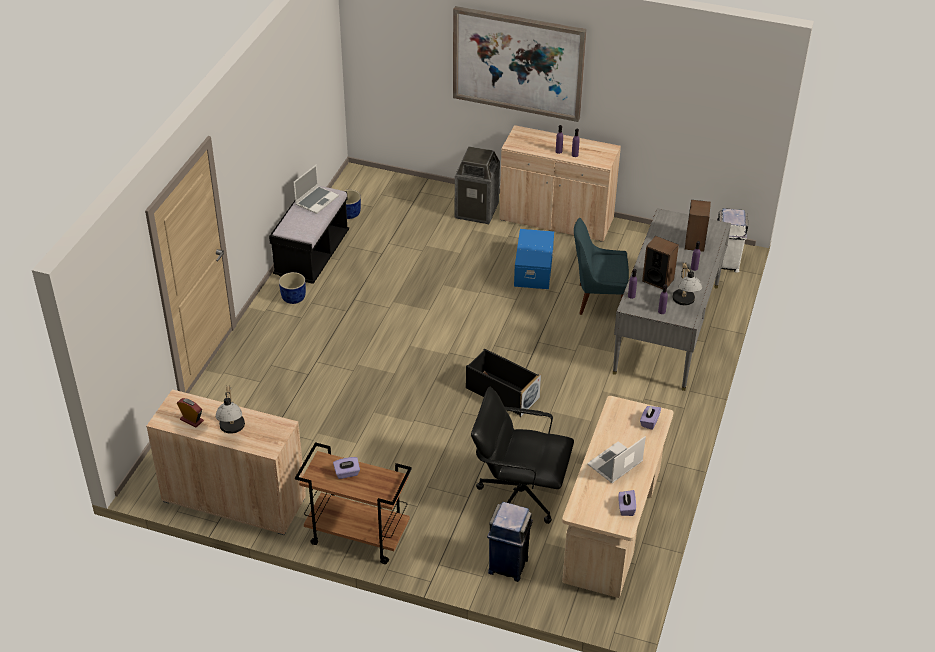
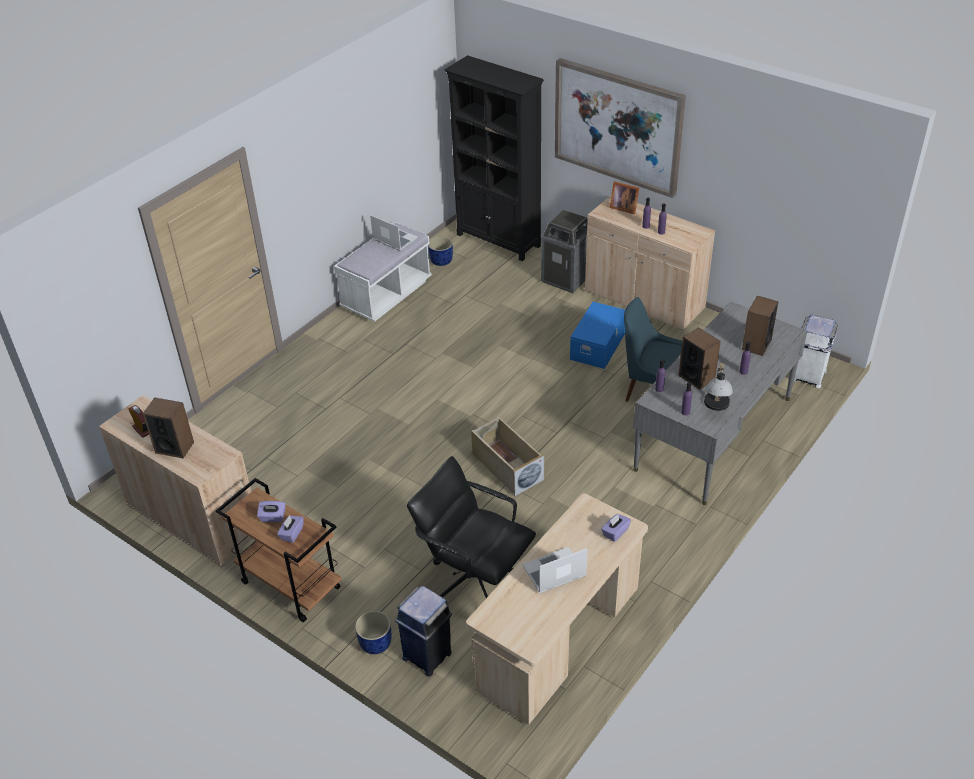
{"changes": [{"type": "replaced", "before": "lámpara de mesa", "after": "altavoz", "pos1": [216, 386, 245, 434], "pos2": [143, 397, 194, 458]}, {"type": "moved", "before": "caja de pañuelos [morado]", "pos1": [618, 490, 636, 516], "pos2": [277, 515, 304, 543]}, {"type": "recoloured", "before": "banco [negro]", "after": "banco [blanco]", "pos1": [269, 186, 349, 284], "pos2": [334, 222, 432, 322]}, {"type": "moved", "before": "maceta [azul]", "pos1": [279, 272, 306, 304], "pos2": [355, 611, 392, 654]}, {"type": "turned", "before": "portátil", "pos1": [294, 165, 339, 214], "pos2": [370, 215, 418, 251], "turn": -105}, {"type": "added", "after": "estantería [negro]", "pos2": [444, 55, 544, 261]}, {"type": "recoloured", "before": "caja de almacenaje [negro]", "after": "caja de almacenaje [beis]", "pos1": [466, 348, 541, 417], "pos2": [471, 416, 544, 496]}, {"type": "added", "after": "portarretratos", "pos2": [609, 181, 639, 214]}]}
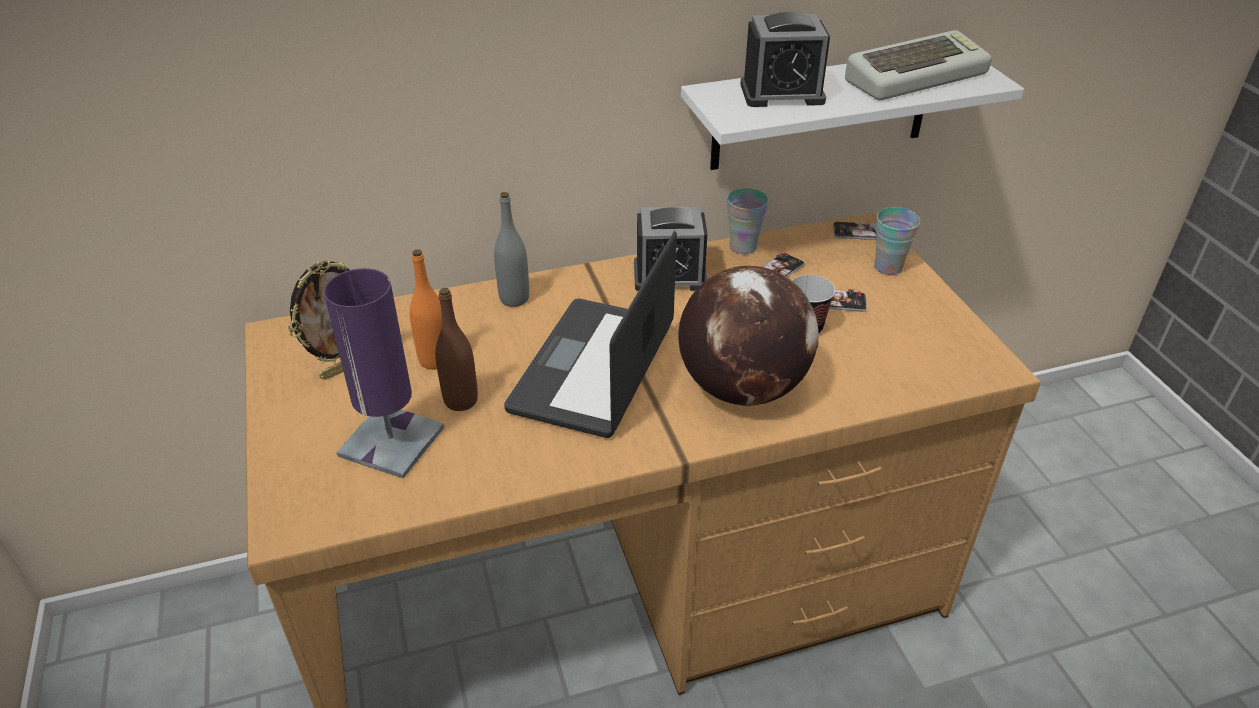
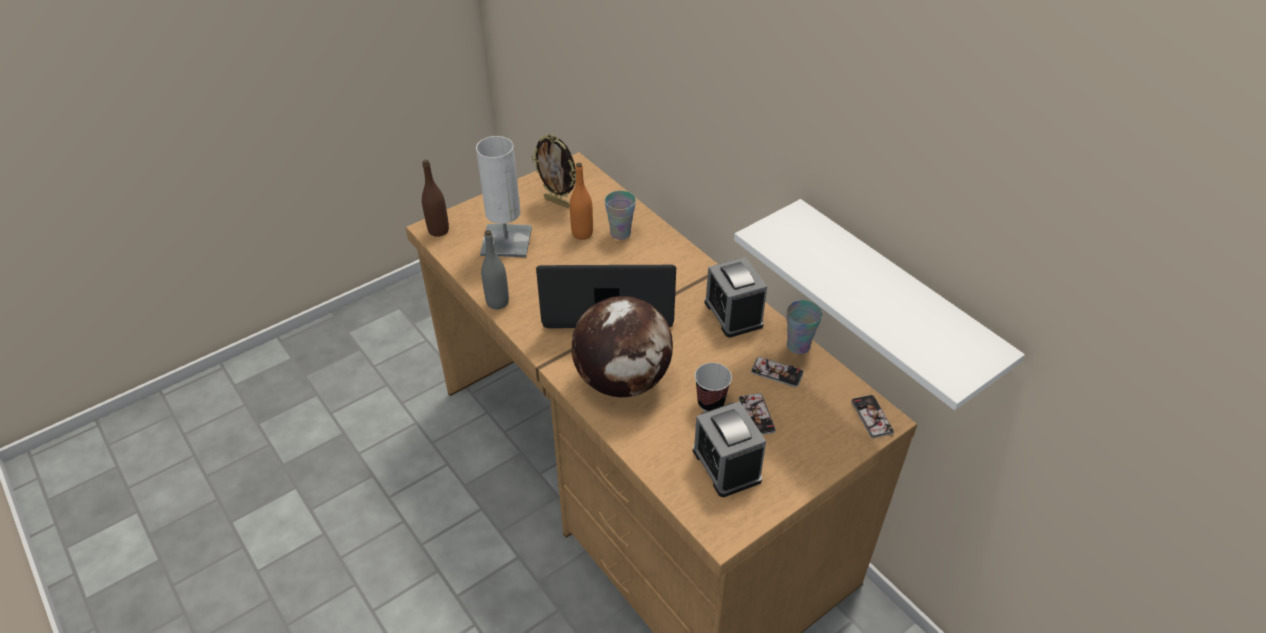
{"changes": [{"type": "moved", "before": "botella [marrón]", "pos1": [435, 288, 478, 411], "pos2": [422, 160, 449, 237]}, {"type": "recoloured", "before": "lámpara de mesa [morado]", "after": "lámpara de mesa [blanco]", "pos1": [324, 268, 444, 478], "pos2": [476, 136, 532, 257]}, {"type": "moved", "before": "botella [gris]", "pos1": [494, 192, 529, 307], "pos2": [481, 230, 509, 309]}, {"type": "moved", "before": "taza", "pos1": [874, 207, 920, 275], "pos2": [605, 191, 636, 240]}, {"type": "moved", "before": "despertador", "pos1": [740, 12, 830, 107], "pos2": [693, 401, 766, 497]}, {"type": "removed", "before": "teclado", "pos1": [845, 30, 992, 100]}]}
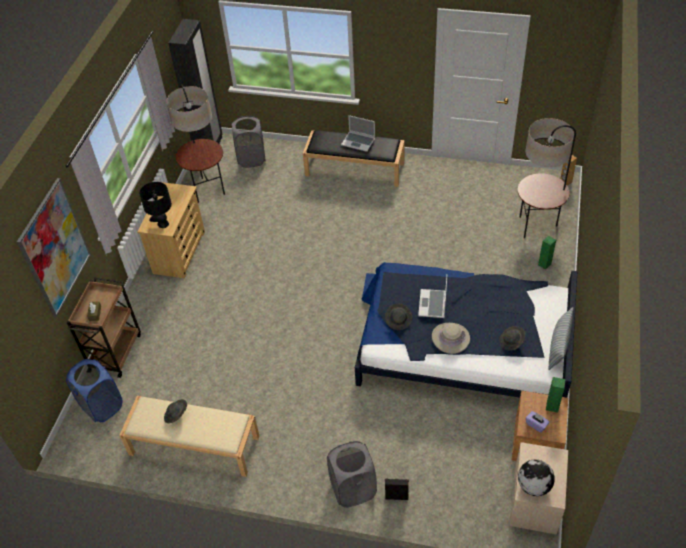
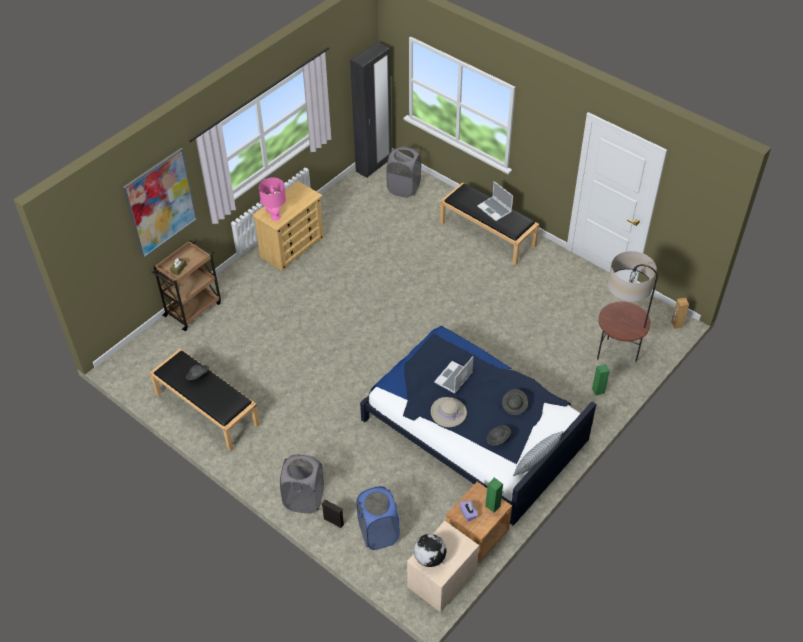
{"changes": [{"type": "recoloured", "before": "banco [beis]", "after": "banco [negro]", "pos1": [119, 396, 259, 477], "pos2": [150, 349, 260, 451]}, {"type": "recoloured", "before": "lámpara de mesa [negro]", "after": "lámpara de mesa [rosa]", "pos1": [139, 182, 172, 228], "pos2": [259, 177, 286, 221]}, {"type": "moved", "before": "cesto de la ropa [azul]", "pos1": [66, 359, 123, 422], "pos2": [356, 486, 399, 550]}, {"type": "moved", "before": "sombrero [gris]", "pos1": [385, 303, 412, 330], "pos2": [502, 389, 528, 415]}, {"type": "removed", "before": "lámpara de pie", "pos1": [166, 84, 225, 203]}]}
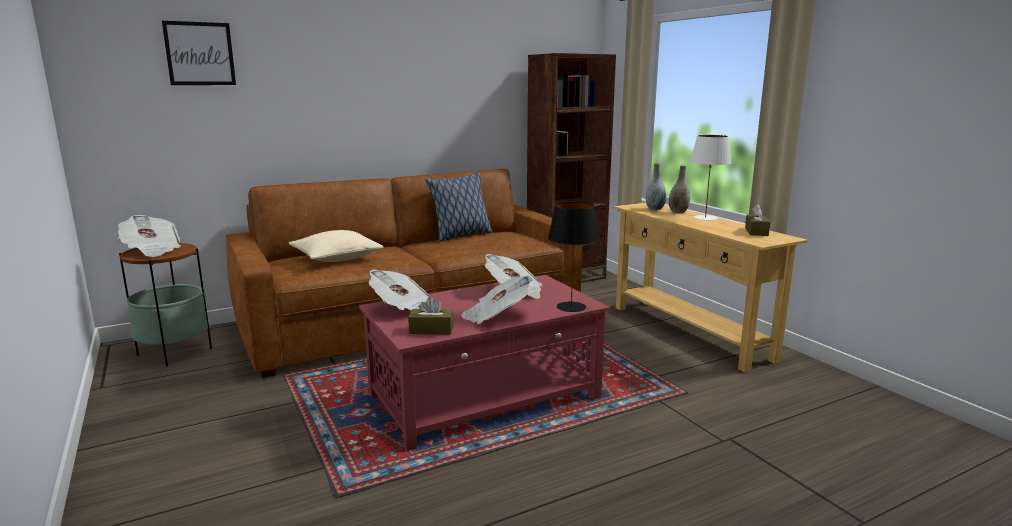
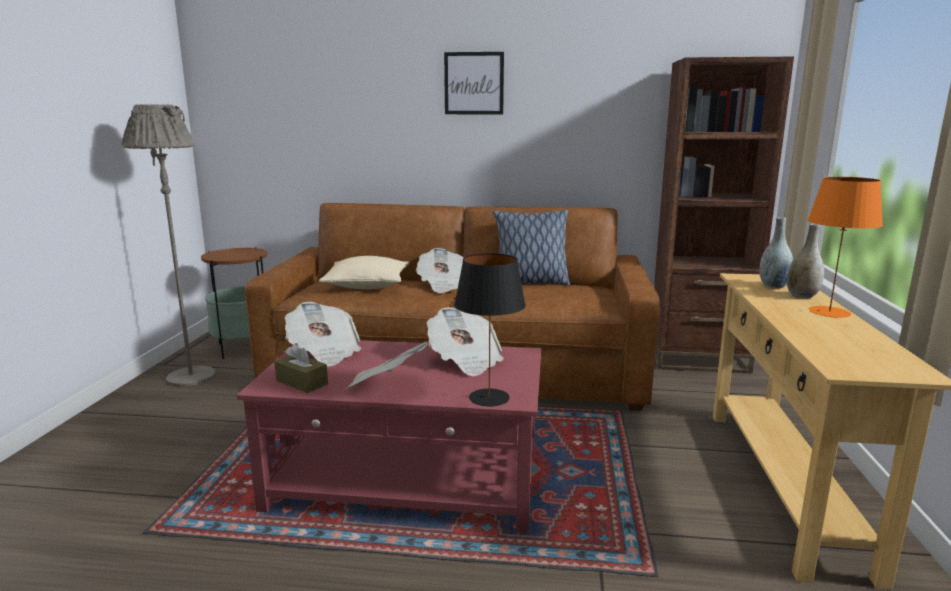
{"changes": [{"type": "added", "after": "lámpara de pie [gris]", "pos2": [122, 104, 215, 386]}, {"type": "moved", "before": "periódico", "pos1": [118, 215, 181, 257], "pos2": [416, 248, 464, 293]}, {"type": "moved", "before": "cuadro", "pos1": [162, 21, 236, 85], "pos2": [444, 52, 504, 114]}, {"type": "recoloured", "before": "lámpara de mesa [blanco]", "after": "lámpara de mesa [naranja]", "pos1": [690, 135, 731, 220], "pos2": [808, 177, 883, 318]}, {"type": "removed", "before": "caja de pañuelos [marrón]", "pos1": [745, 204, 770, 236]}]}
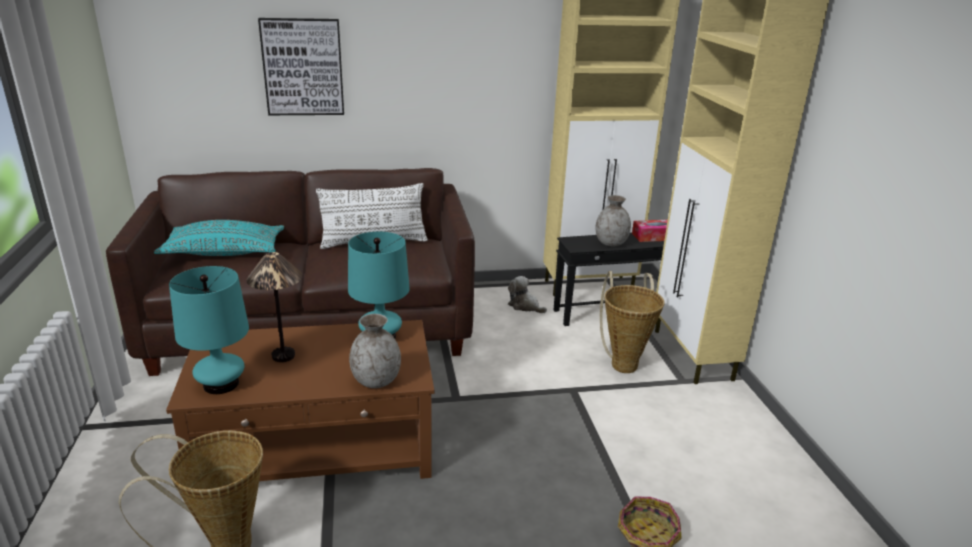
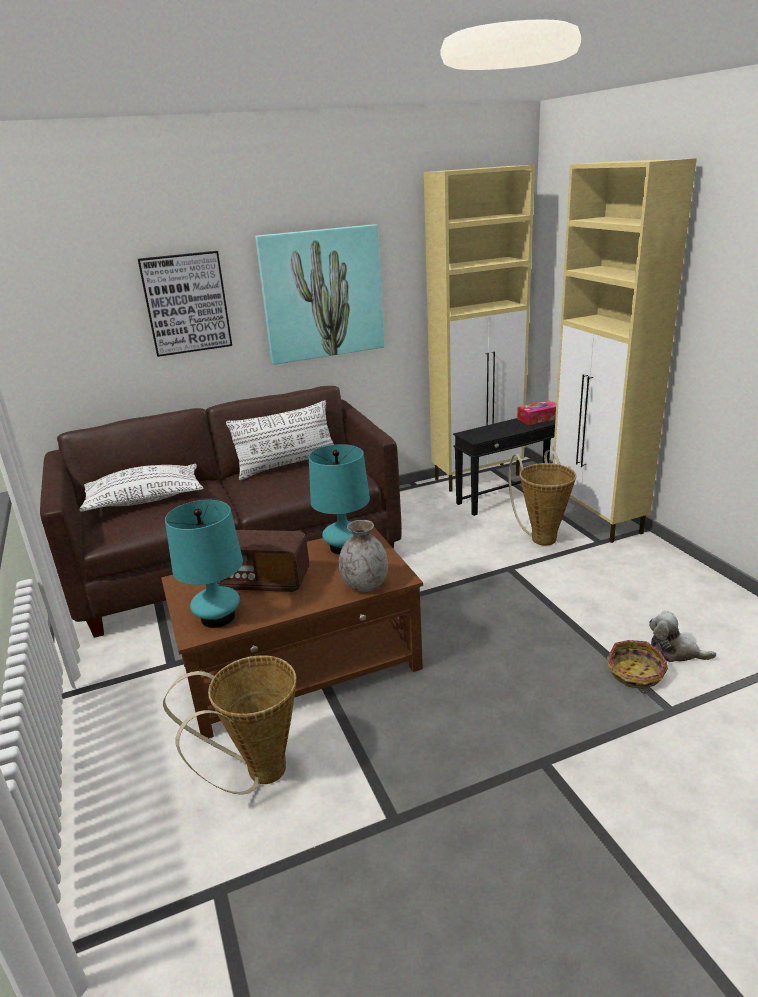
{"changes": [{"type": "recoloured", "before": "cojín [turquesa]", "after": "cojín [blanco]", "pos1": [154, 220, 284, 256], "pos2": [80, 464, 203, 512]}, {"type": "replaced", "before": "lámpara de mesa", "after": "radio", "pos1": [246, 252, 303, 362], "pos2": [217, 530, 309, 592]}, {"type": "added", "after": "cuadro", "pos2": [255, 224, 384, 365]}, {"type": "moved", "before": "peluche", "pos1": [508, 276, 547, 313], "pos2": [649, 611, 716, 662]}, {"type": "removed", "before": "florero [gris]", "pos1": [595, 195, 631, 246]}]}
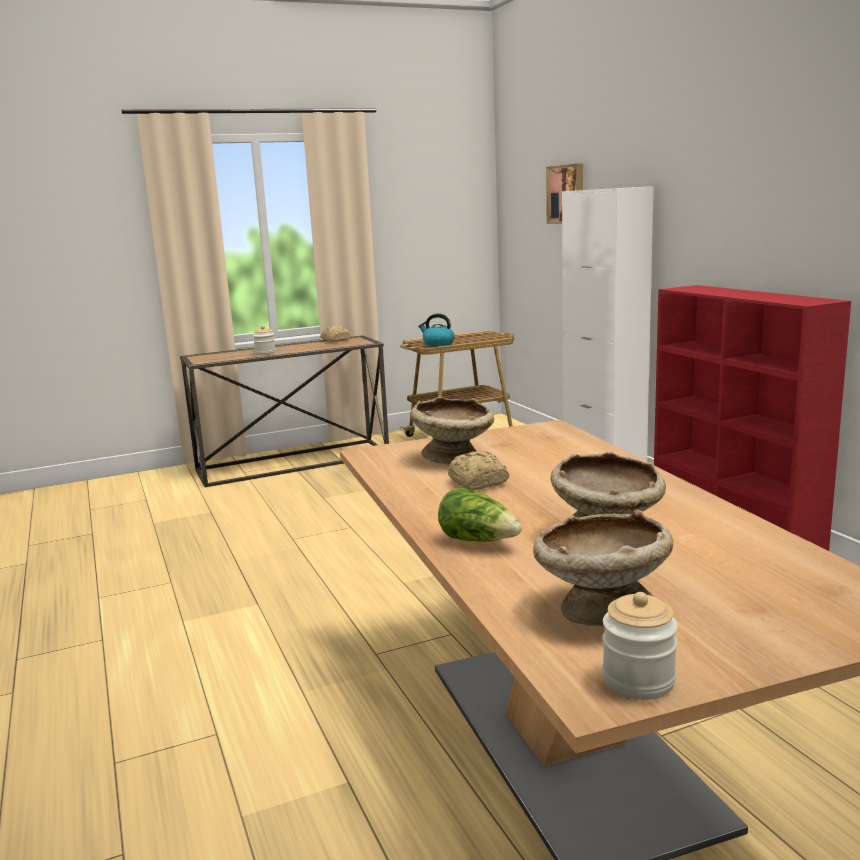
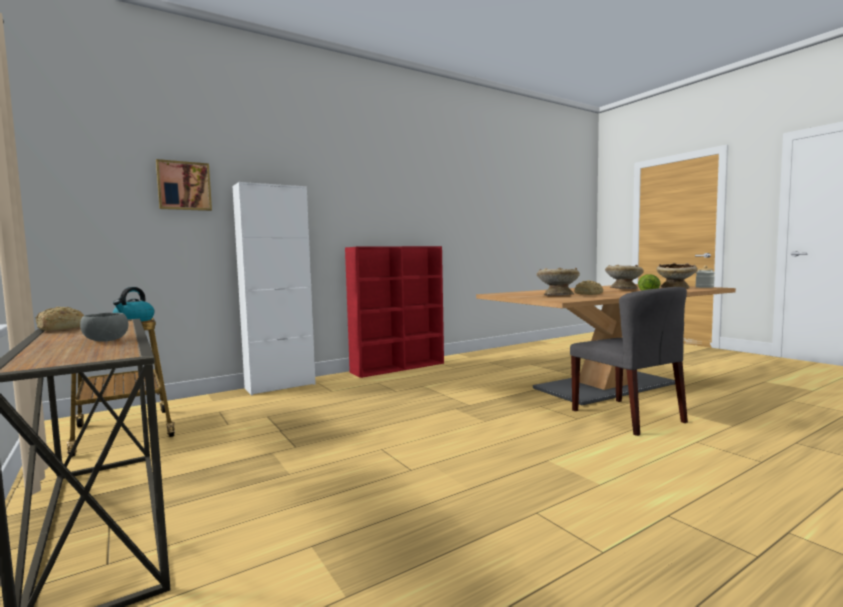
{"changes": [{"type": "replaced", "before": "tarro", "after": "cuenco [gris]", "pos1": [253, 325, 276, 355], "pos2": [80, 313, 128, 342]}, {"type": "added", "after": "silla [gris]", "pos2": [570, 287, 688, 436]}]}
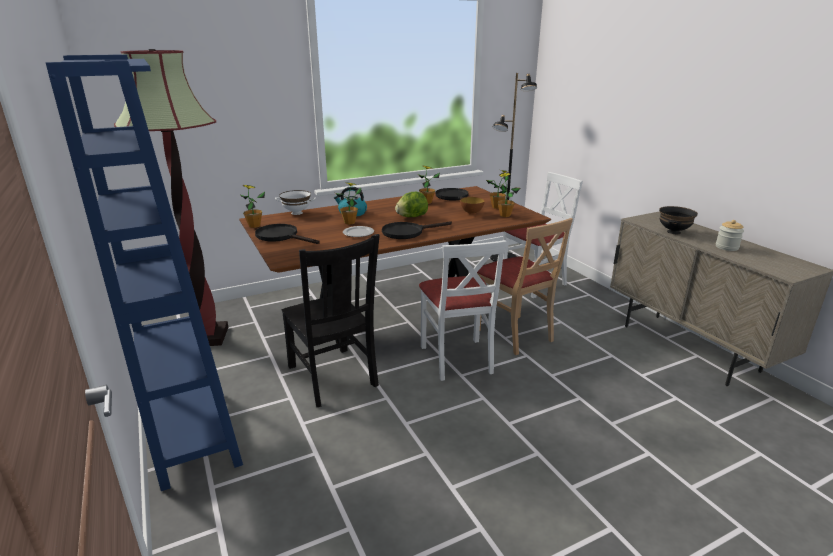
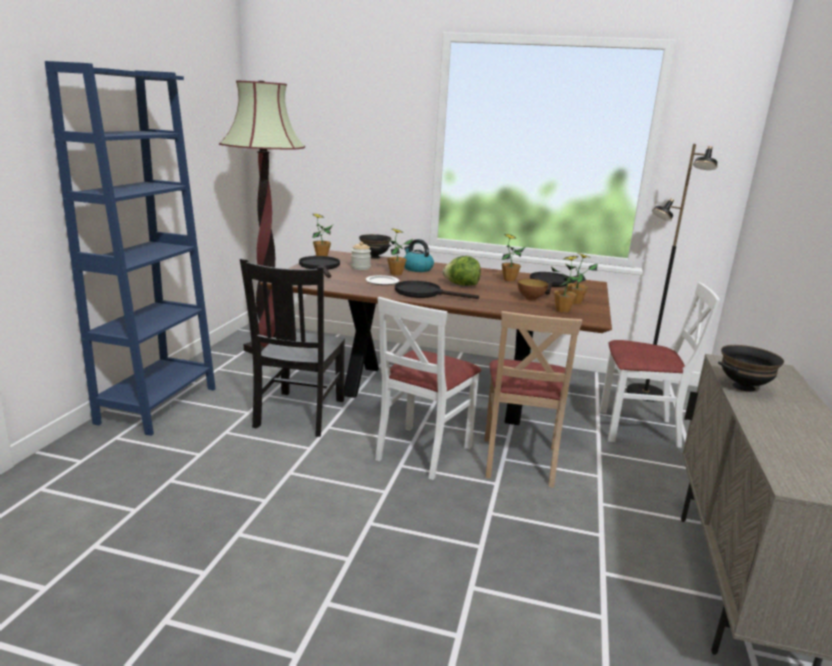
{"changes": [{"type": "moved", "before": "tarro", "pos1": [716, 220, 744, 251], "pos2": [351, 242, 371, 270]}, {"type": "recoloured", "before": "cuenco [blanco]", "after": "cuenco [negro]", "pos1": [275, 190, 316, 215], "pos2": [359, 234, 391, 259]}]}
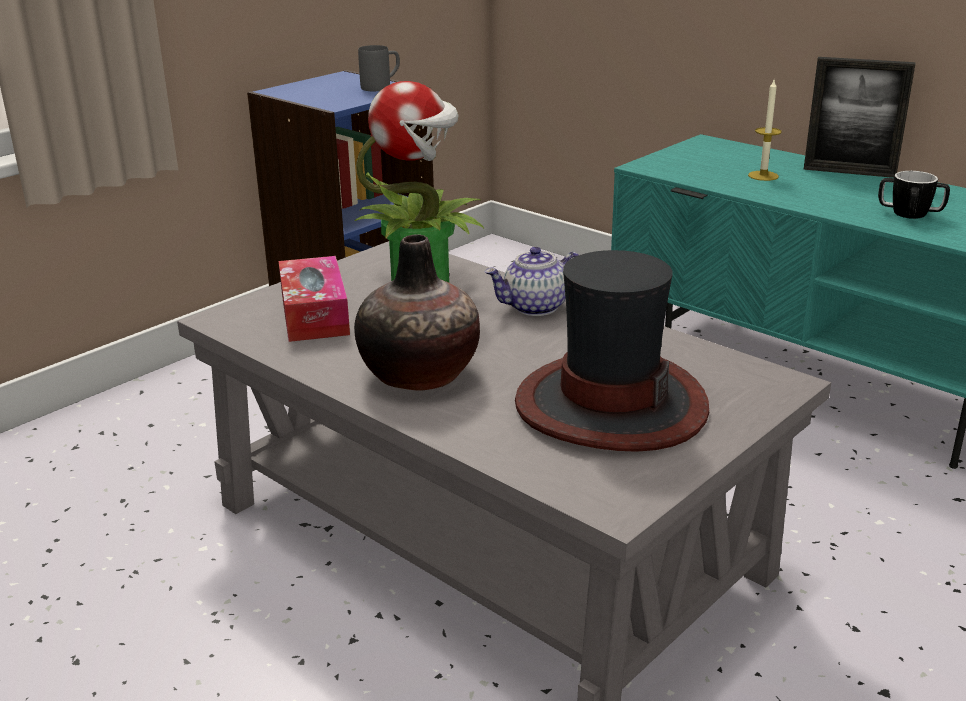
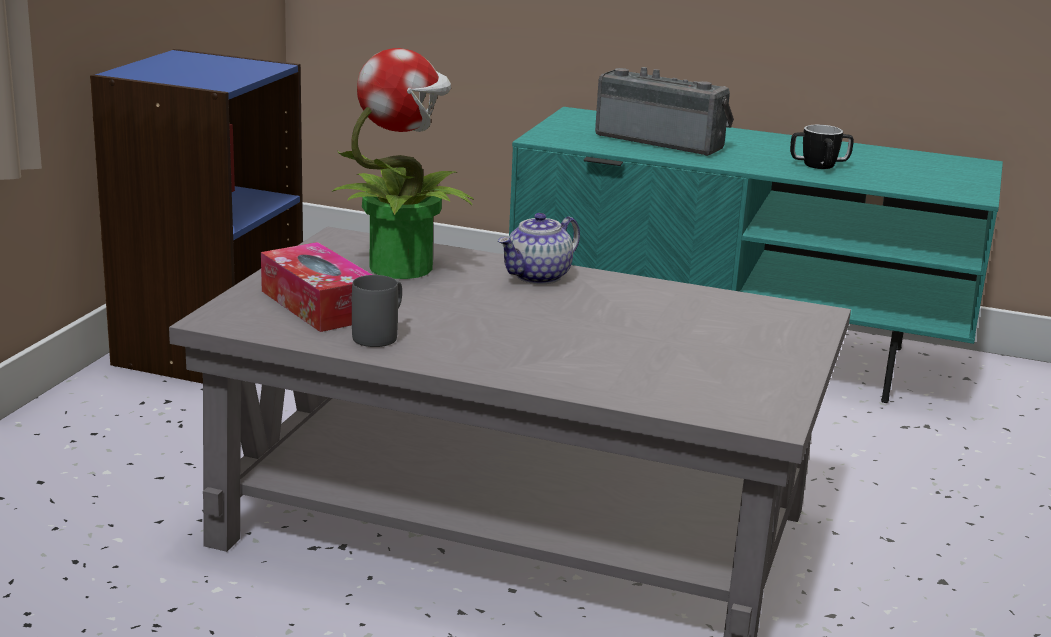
{"changes": [{"type": "moved", "before": "taza grande [gris]", "pos1": [358, 45, 400, 91], "pos2": [352, 275, 402, 347]}, {"type": "replaced", "before": "vela", "after": "radio", "pos1": [748, 80, 782, 181], "pos2": [595, 67, 734, 156]}, {"type": "removed", "before": "florero", "pos1": [354, 234, 480, 390]}, {"type": "removed", "before": "sombrero", "pos1": [515, 250, 709, 452]}, {"type": "removed", "before": "portarretratos", "pos1": [803, 57, 915, 178]}]}
